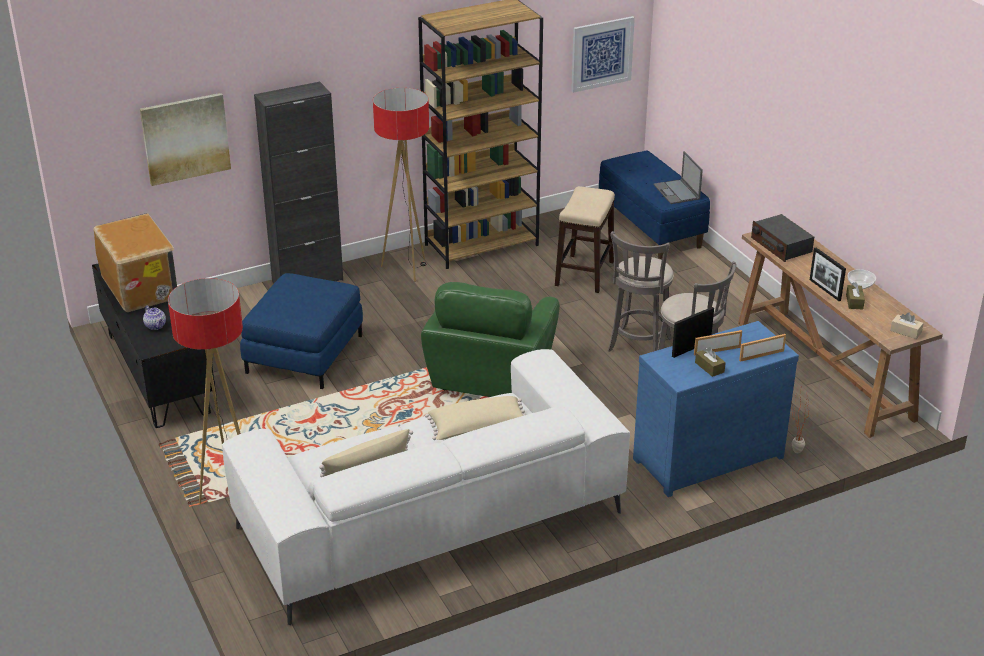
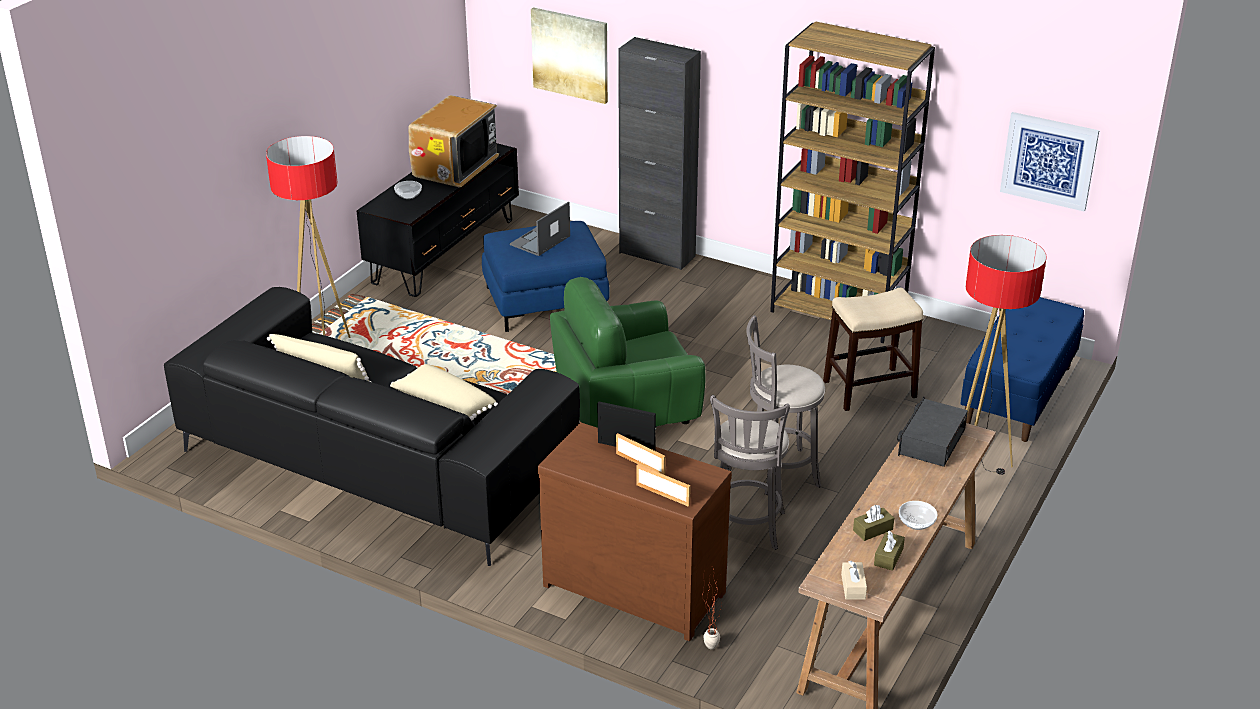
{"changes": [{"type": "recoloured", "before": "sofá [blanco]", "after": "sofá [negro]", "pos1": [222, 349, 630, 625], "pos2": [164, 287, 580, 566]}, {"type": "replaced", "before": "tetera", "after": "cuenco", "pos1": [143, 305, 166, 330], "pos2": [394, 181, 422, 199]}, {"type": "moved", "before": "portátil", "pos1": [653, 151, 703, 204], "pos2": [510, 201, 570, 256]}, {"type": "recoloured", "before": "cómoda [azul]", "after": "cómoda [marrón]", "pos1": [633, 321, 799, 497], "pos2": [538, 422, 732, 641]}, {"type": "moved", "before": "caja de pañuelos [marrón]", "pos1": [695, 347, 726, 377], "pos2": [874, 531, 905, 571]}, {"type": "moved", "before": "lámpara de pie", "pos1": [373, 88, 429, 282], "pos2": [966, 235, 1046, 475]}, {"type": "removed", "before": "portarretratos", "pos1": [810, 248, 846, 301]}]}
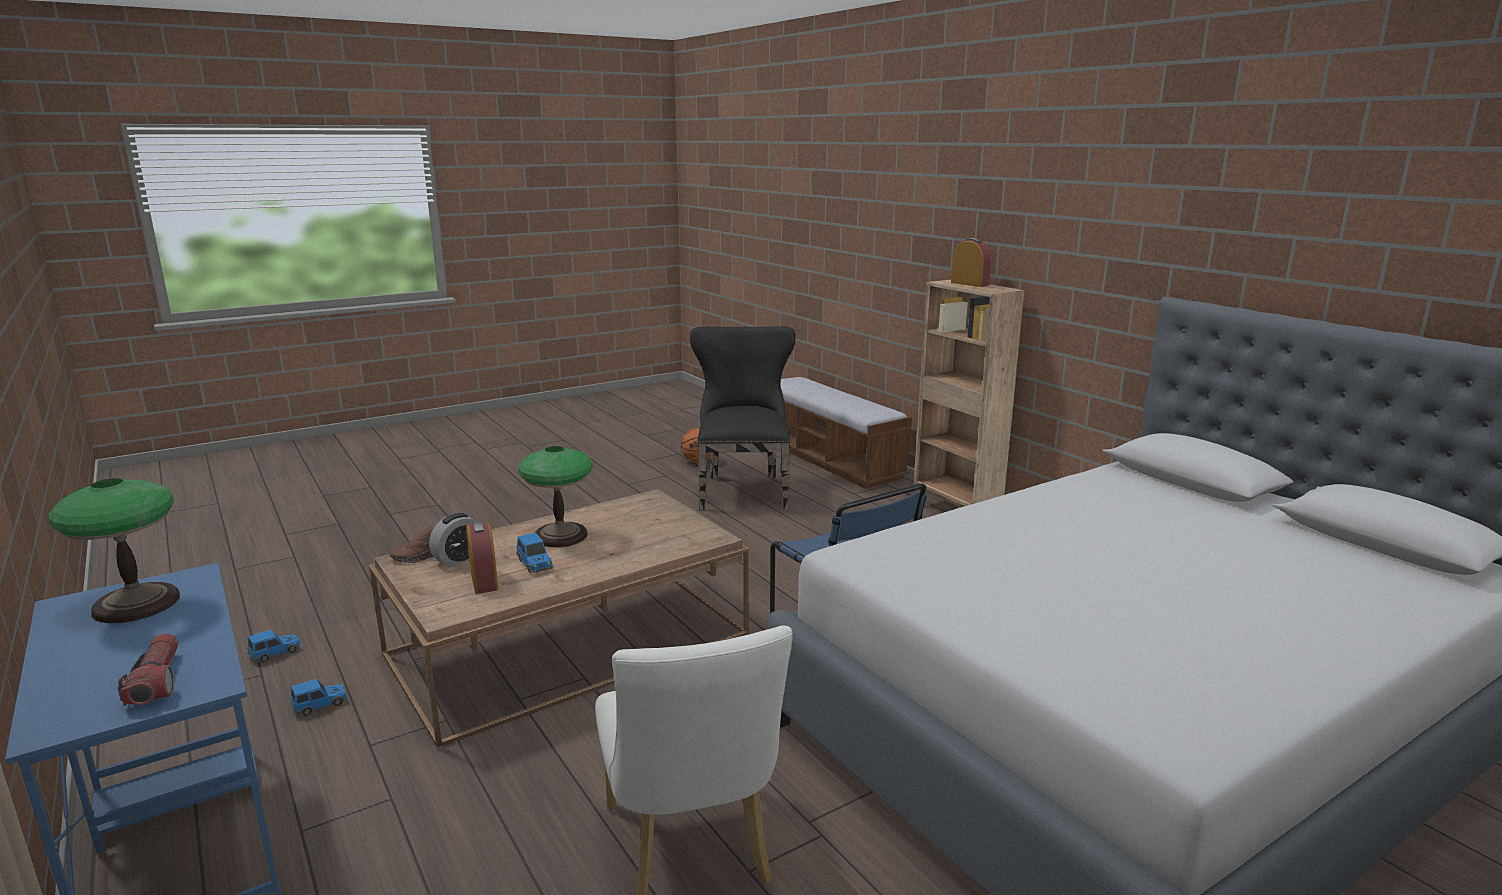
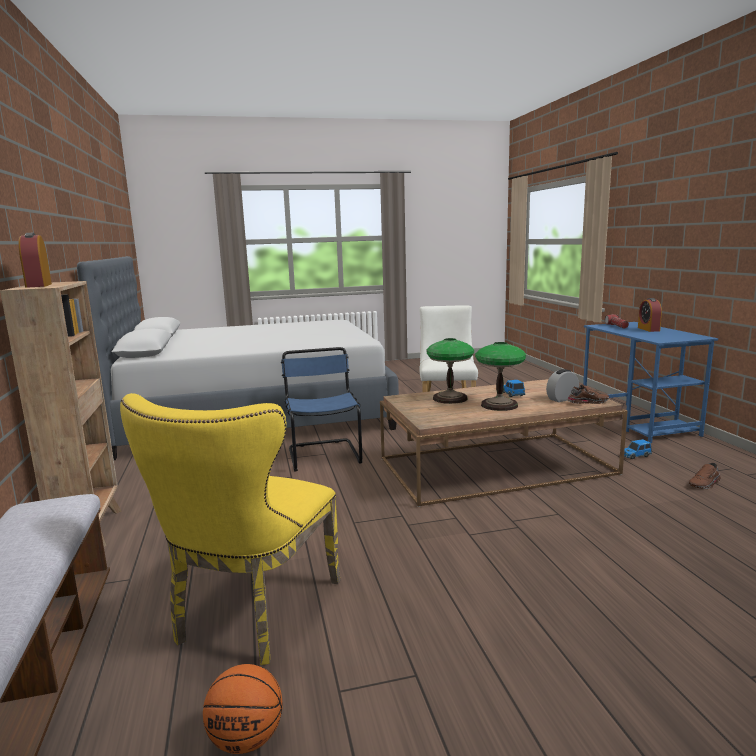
{"changes": [{"type": "recoloured", "before": "silla [negro]", "after": "silla [amarillo]", "pos1": [690, 326, 796, 511], "pos2": [120, 393, 340, 665]}, {"type": "moved", "before": "lámpara de mesa", "pos1": [49, 478, 180, 623], "pos2": [426, 338, 474, 404]}, {"type": "moved", "before": "despertador", "pos1": [466, 520, 498, 594], "pos2": [638, 298, 662, 332]}, {"type": "replaced", "before": "coche de juguete", "after": "zapato [marrón]", "pos1": [247, 630, 302, 662], "pos2": [689, 463, 721, 489]}]}
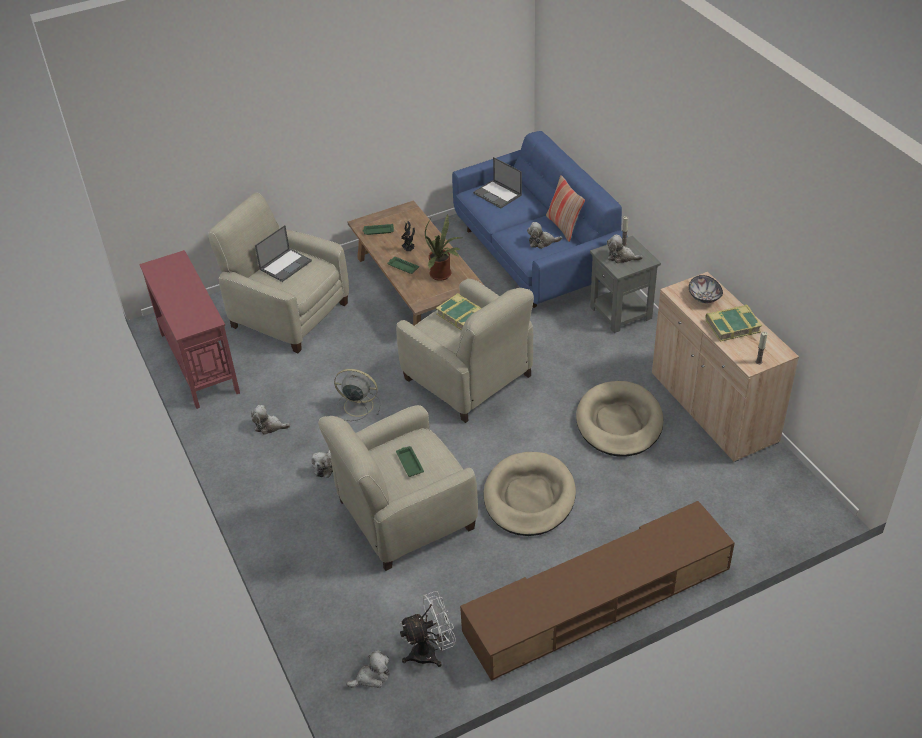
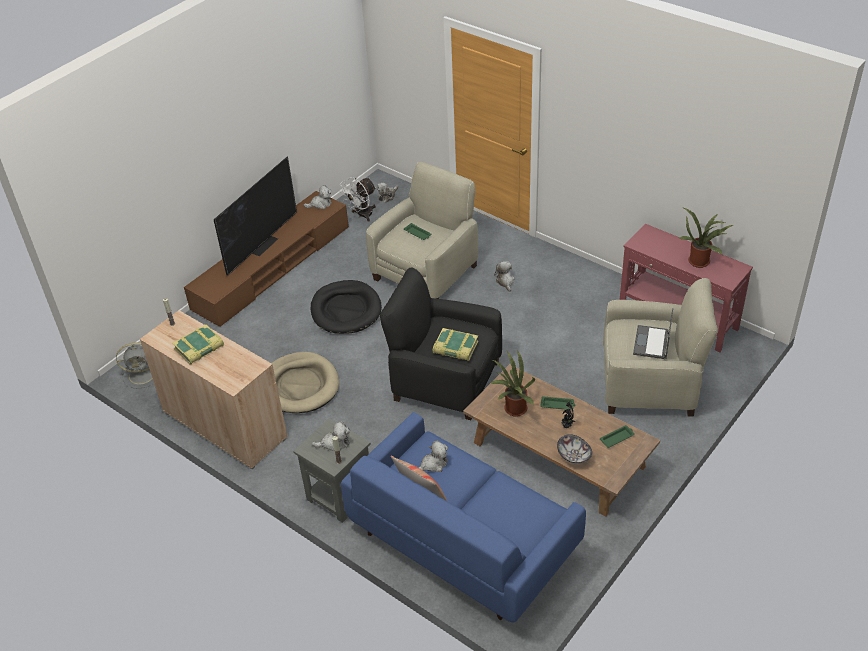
{"changes": [{"type": "moved", "before": "ventilador [gris]", "pos1": [334, 369, 380, 421], "pos2": [116, 343, 154, 389]}, {"type": "added", "after": "televisor", "pos2": [214, 156, 297, 276]}, {"type": "moved", "before": "peluche", "pos1": [251, 405, 290, 435], "pos2": [304, 185, 332, 209]}, {"type": "recoloured", "before": "cama para perro [beis]", "after": "cama para perro [negro]", "pos1": [484, 452, 576, 536], "pos2": [310, 280, 382, 334]}, {"type": "recoloured", "before": "sillón [beis]", "after": "sillón [negro]", "pos1": [396, 279, 534, 423], "pos2": [380, 267, 502, 420]}, {"type": "moved", "before": "cuenco", "pos1": [689, 275, 723, 303], "pos2": [557, 434, 592, 464]}, {"type": "added", "after": "planta en maceta", "pos2": [679, 208, 733, 268]}, {"type": "removed", "before": "portátil", "pos1": [473, 157, 522, 209]}]}
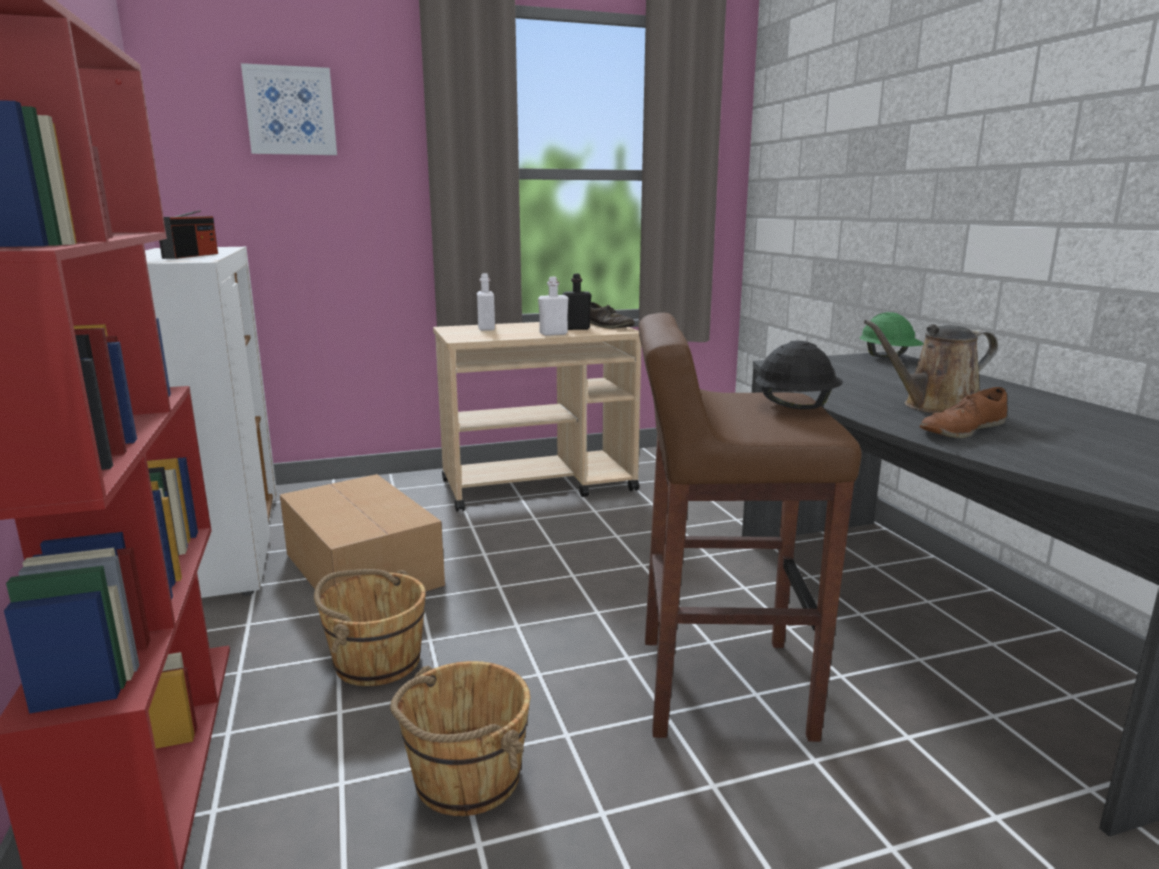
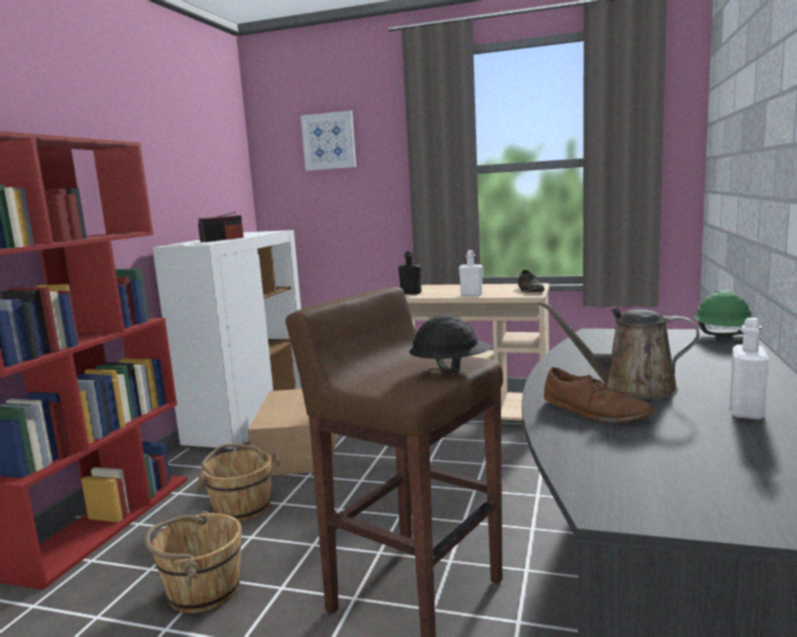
{"changes": [{"type": "moved", "before": "botella [negro]", "pos1": [562, 274, 592, 330], "pos2": [398, 251, 422, 295]}, {"type": "turned", "before": "zapato [marrón]", "pos1": [919, 387, 1007, 438], "pos2": [544, 367, 653, 423], "turn": -135}, {"type": "moved", "before": "botella [blanco]", "pos1": [477, 274, 495, 331], "pos2": [730, 318, 769, 419]}]}
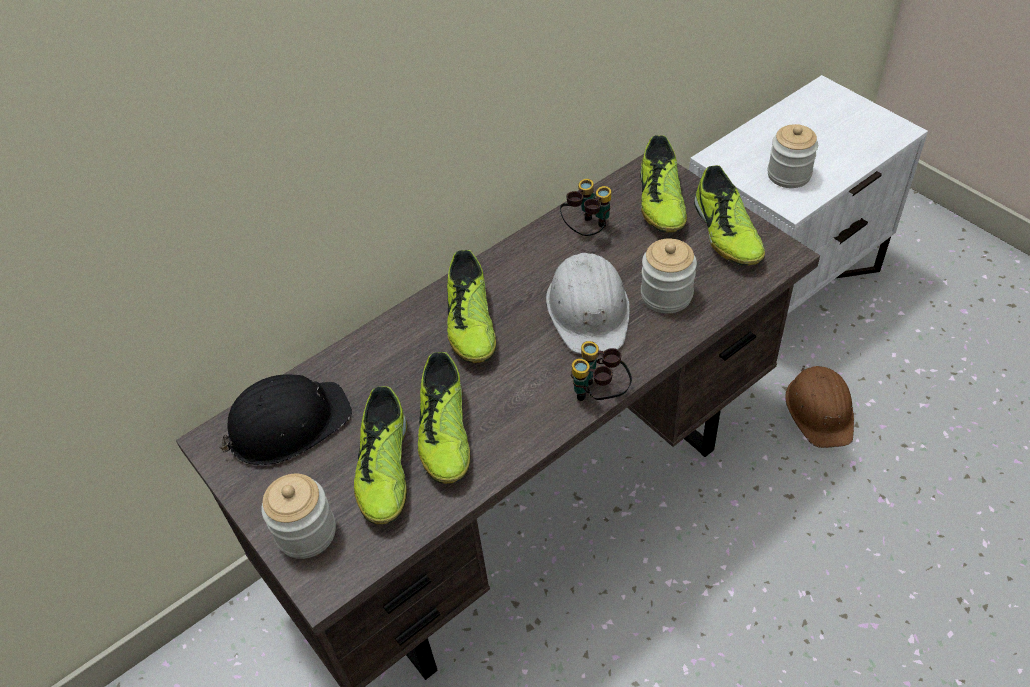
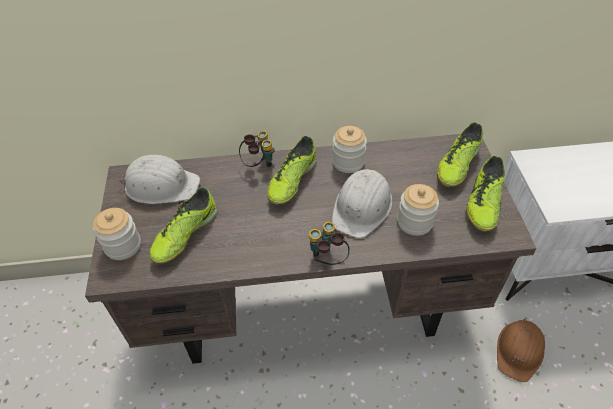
{"changes": [{"type": "recoloured", "before": "casco [negro]", "after": "casco [blanco]", "pos1": [219, 374, 352, 465], "pos2": [118, 155, 200, 204]}, {"type": "moved", "before": "prismáticos", "pos1": [560, 179, 611, 236], "pos2": [239, 131, 275, 167]}, {"type": "moved", "before": "tarro", "pos1": [768, 124, 818, 188], "pos2": [332, 126, 367, 173]}, {"type": "removed", "before": "zapato", "pos1": [418, 352, 470, 484]}]}
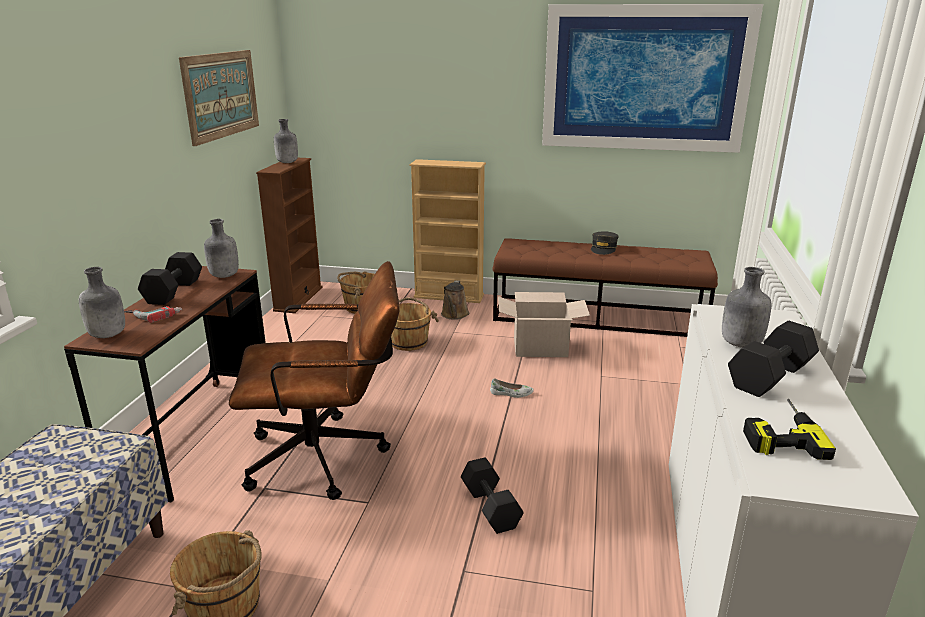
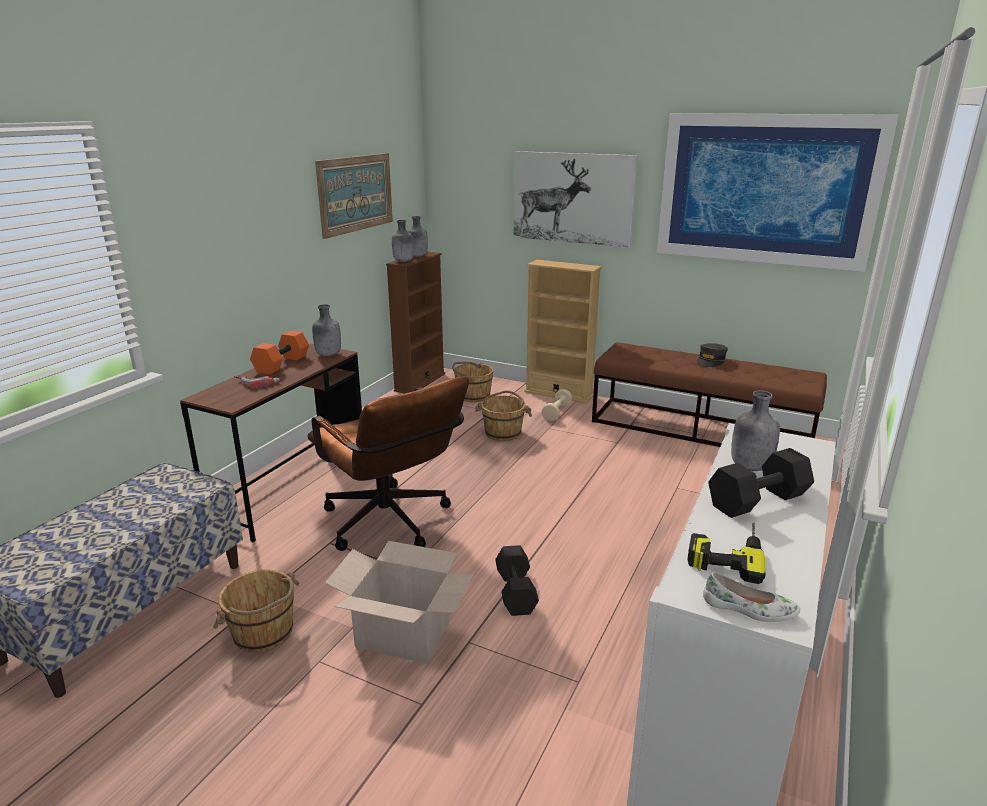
{"changes": [{"type": "recoloured", "before": "mancuerna [negro]", "after": "mancuerna [naranja]", "pos1": [138, 252, 202, 305], "pos2": [250, 331, 309, 375]}, {"type": "turned", "before": "silla de oficina [marrón]", "pos1": [229, 261, 400, 500], "pos2": [308, 377, 469, 551], "turn": 45}, {"type": "moved", "before": "caja de cartón", "pos1": [498, 292, 590, 357], "pos2": [325, 541, 473, 664]}, {"type": "moved", "before": "botella [gris]", "pos1": [79, 267, 125, 338], "pos2": [392, 220, 414, 262]}, {"type": "added", "after": "cuadro", "pos2": [513, 151, 638, 248]}, {"type": "replaced", "before": "regadera [marrón]", "after": "mancuerna [beis]", "pos1": [441, 280, 469, 320], "pos2": [542, 389, 572, 421]}, {"type": "moved", "before": "zapato [blanco]", "pos1": [490, 378, 534, 398], "pos2": [703, 571, 800, 622]}]}
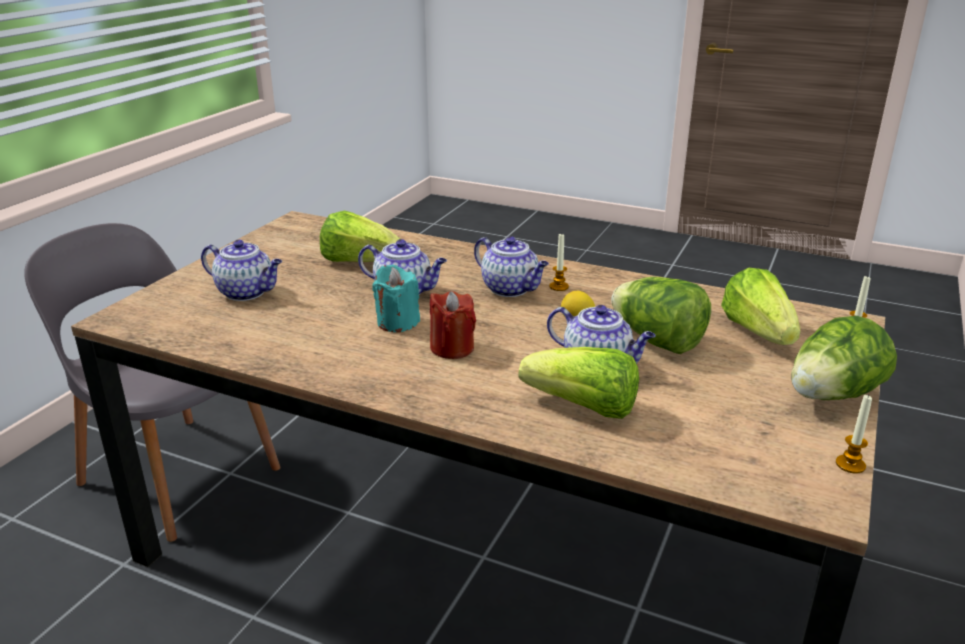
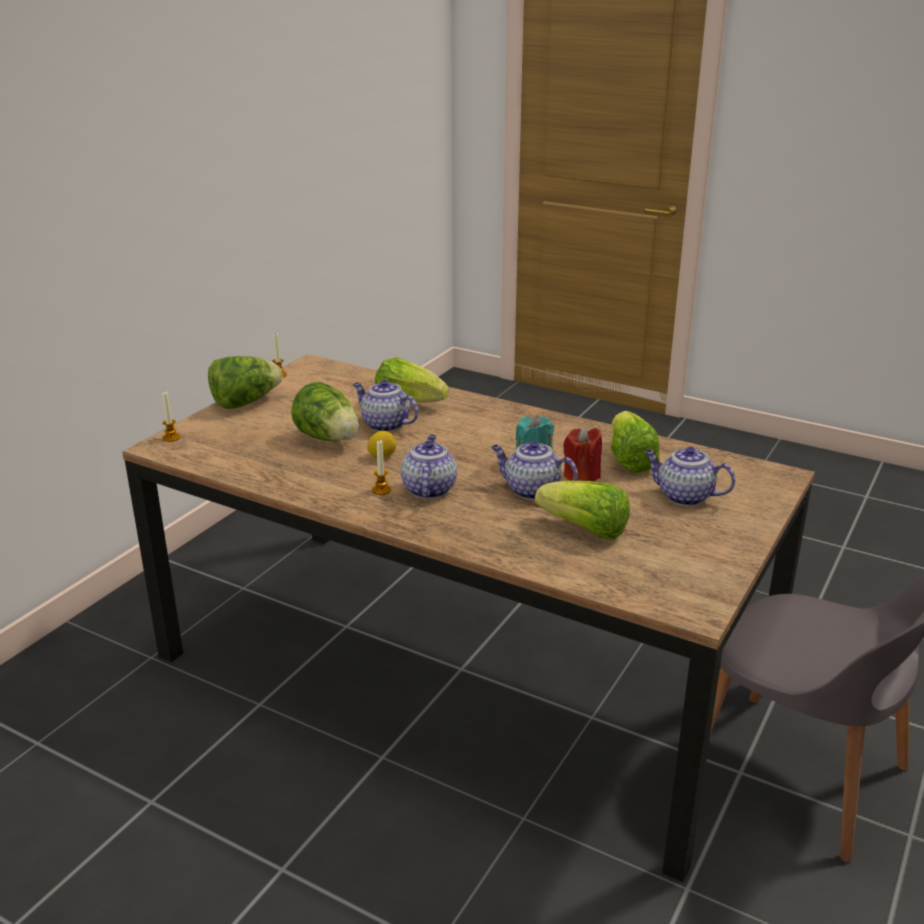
{"changes": [{"type": "turned", "before": "tetera", "pos1": [474, 236, 549, 297], "pos2": [401, 435, 457, 499], "turn": 45}, {"type": "moved", "before": "vela [rojo]", "pos1": [430, 291, 476, 359], "pos2": [563, 427, 602, 482]}, {"type": "moved", "before": "lechuga", "pos1": [721, 268, 800, 345], "pos2": [611, 411, 660, 473]}]}
